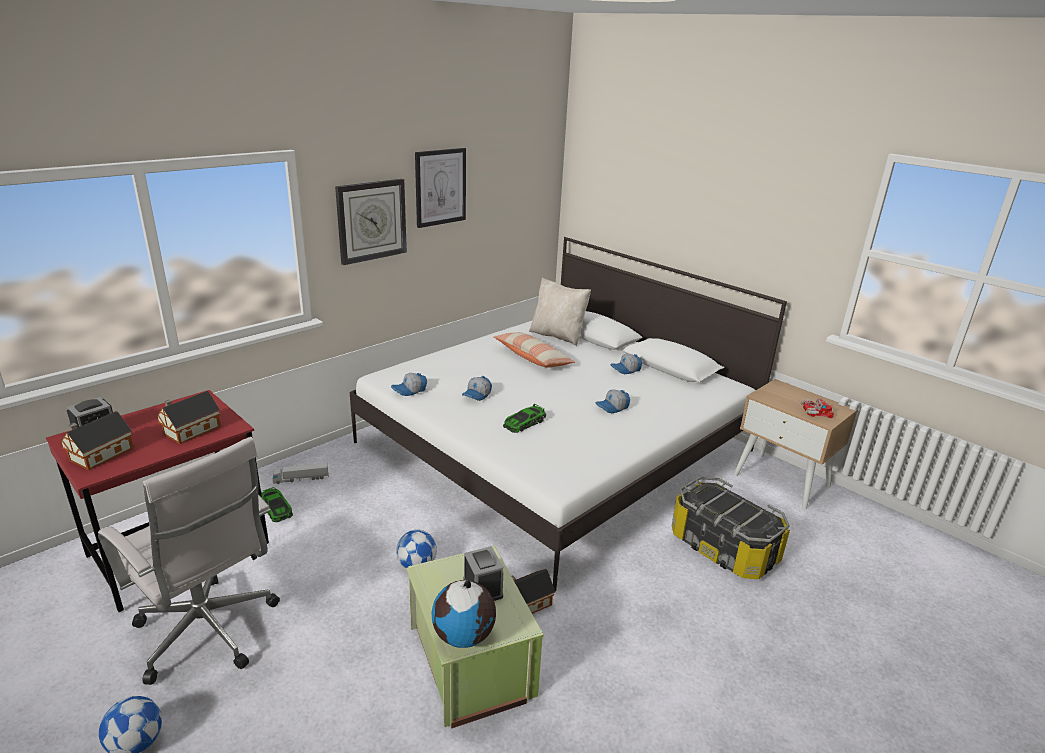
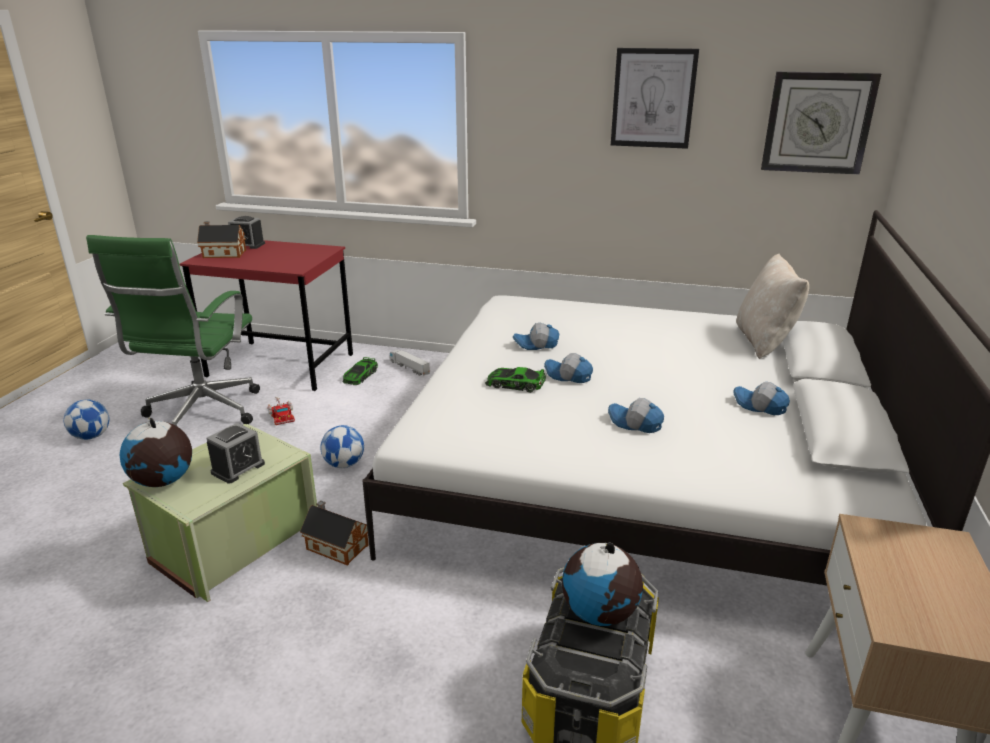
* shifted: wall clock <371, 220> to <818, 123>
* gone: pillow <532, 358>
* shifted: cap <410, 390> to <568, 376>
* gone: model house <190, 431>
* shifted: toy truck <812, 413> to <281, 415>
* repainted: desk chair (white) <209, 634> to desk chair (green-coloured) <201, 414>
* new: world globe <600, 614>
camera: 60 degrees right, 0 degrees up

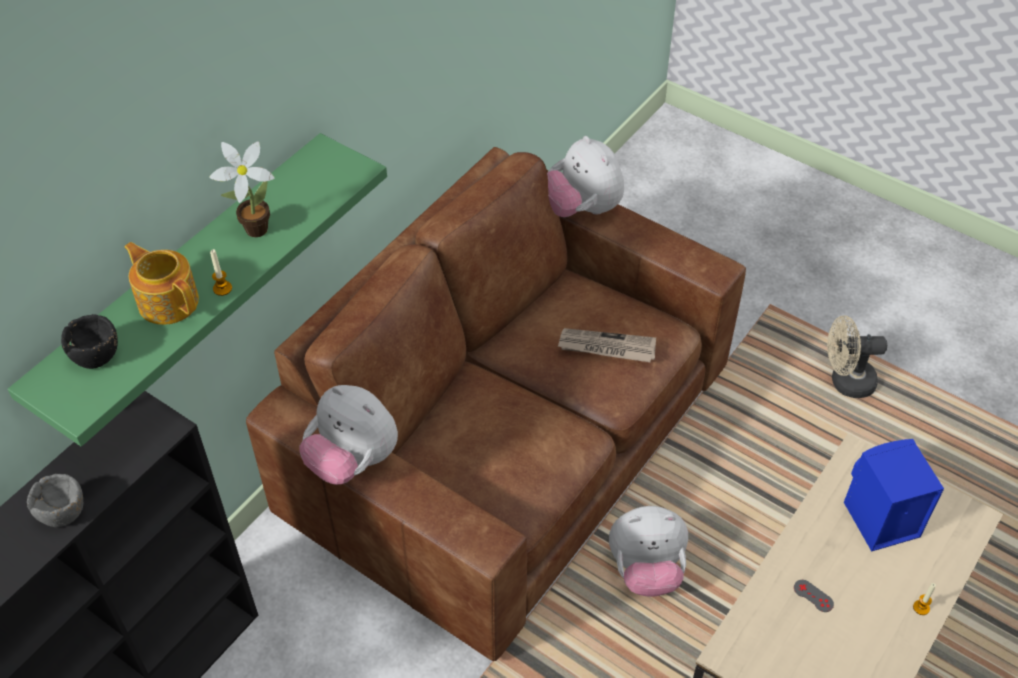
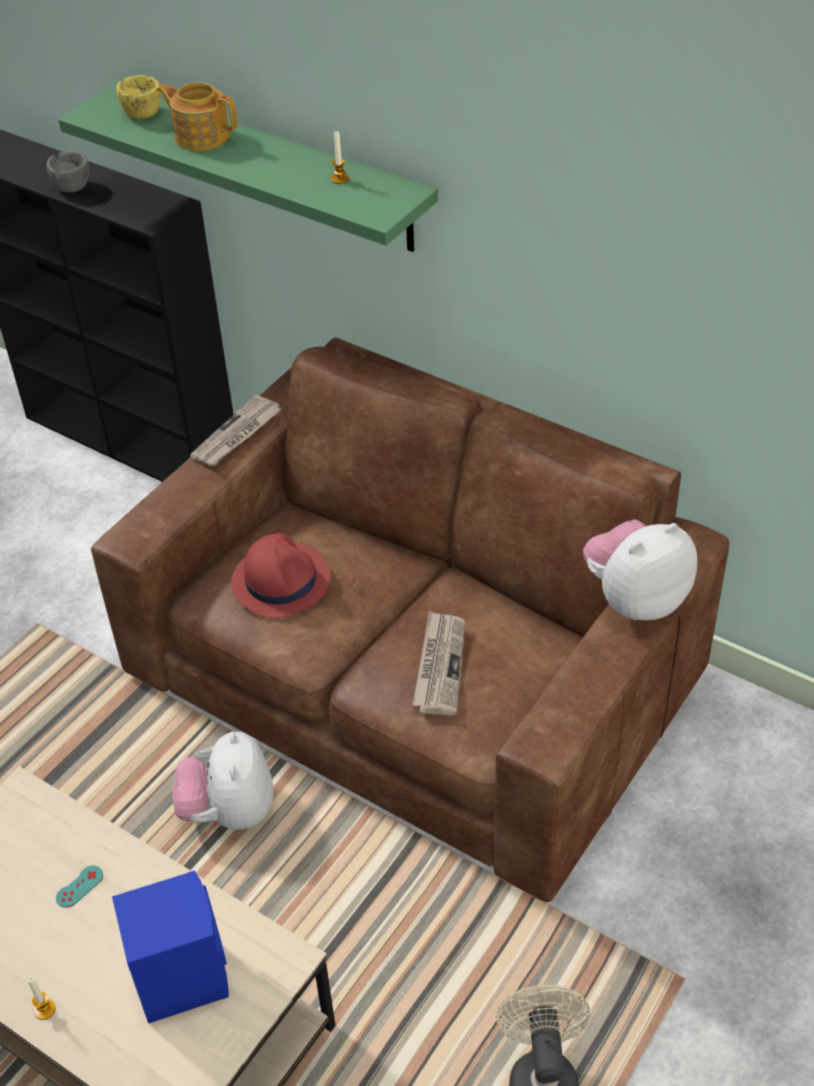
* gone: plant in a pot <252, 230>
* rotated: tea pot <168, 300> = <201, 136> 105 degrees counterclockwise
* shifted: candle <222, 288> to <340, 179>
* repainted: serving bowl (black-coloured) <96, 355> to serving bowl (yellowish) <142, 113>
* swapped: soft toy <352, 460> to printed paper <237, 435>
* repainted: game controller (grey) <813, 596> to game controller (blue-green) <79, 886>
* new: clothing hat (reddish) <281, 580>
camera: 90 degrees right, 5 degrees down

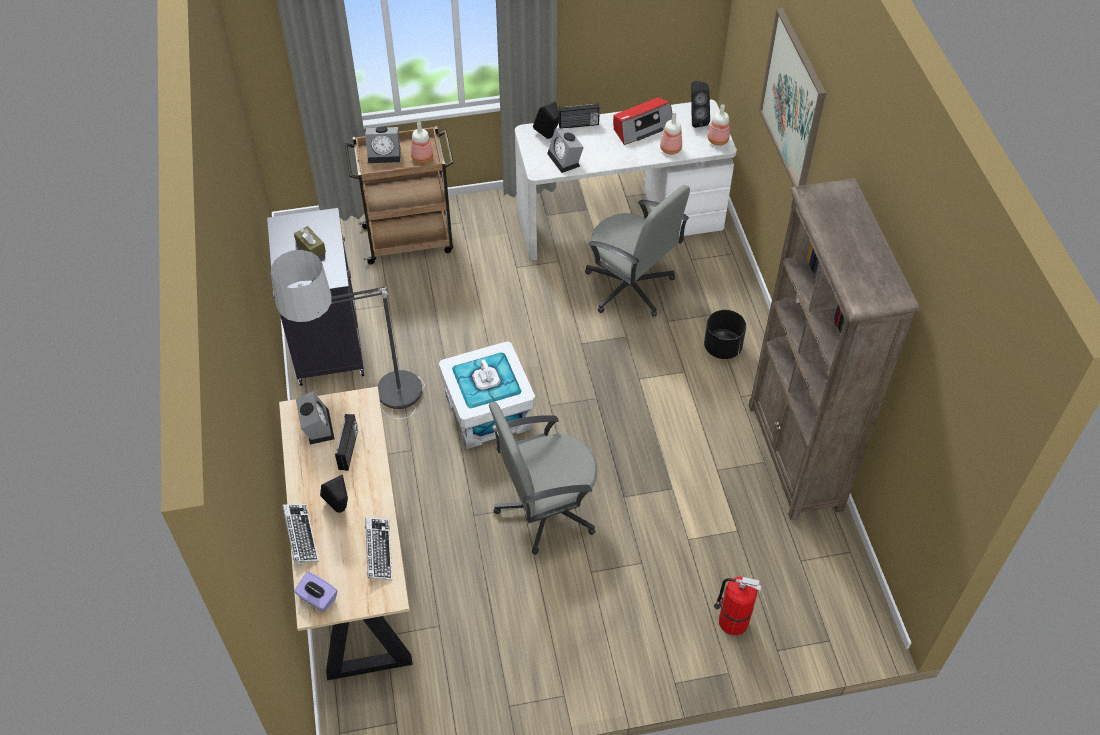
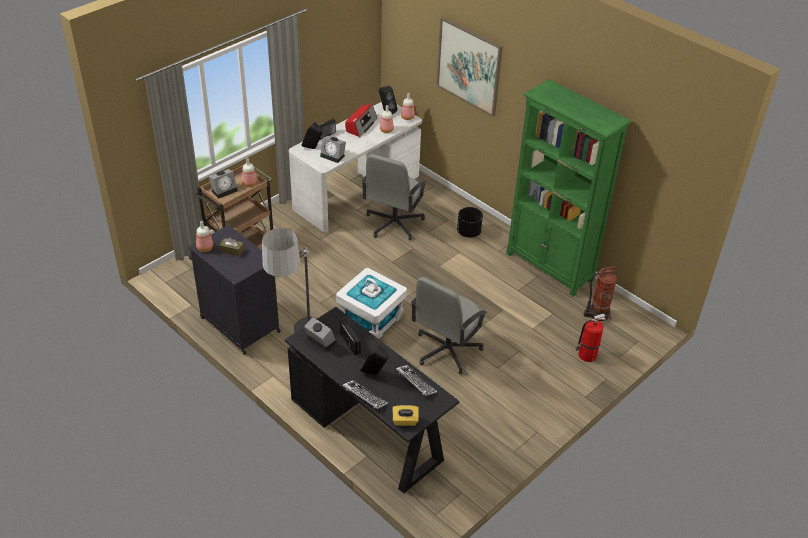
* repainted: shelving unit (brownish) <794, 457> to shelving unit (green-coloured) <550, 267>
* rotated: desk chair (grey) <630, 287> = <393, 224> 105 degrees clockwise
* repainted: desk unit (sand-coloured) <357, 569> to desk unit (black-coloured) <368, 430>
* repainted: tissue holder (purple-coloured) <317, 599> to tissue holder (yellowish) <405, 421>
* new: beverage bottle <205, 248>
* new: extinguisher <597, 314>
camera: 35 degrees left, 10 degrees down

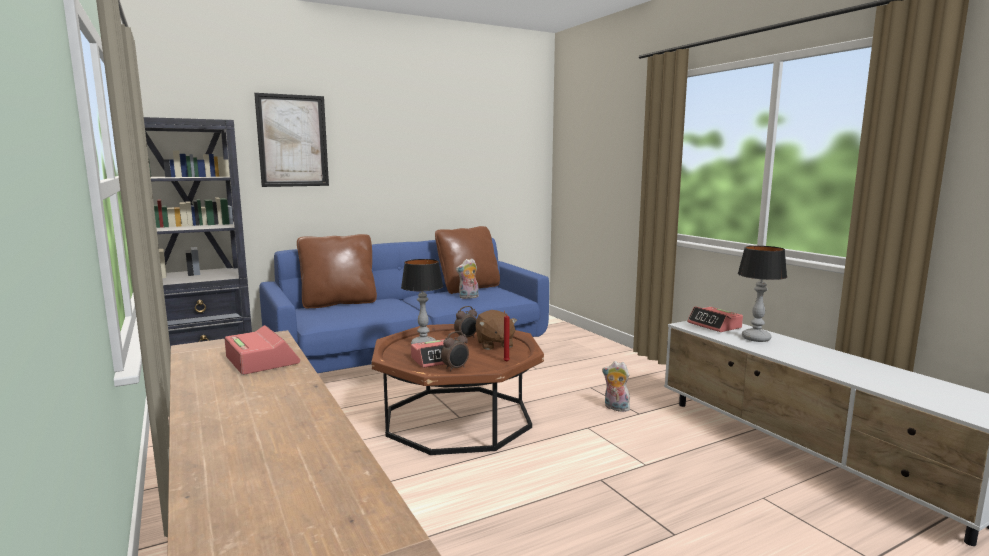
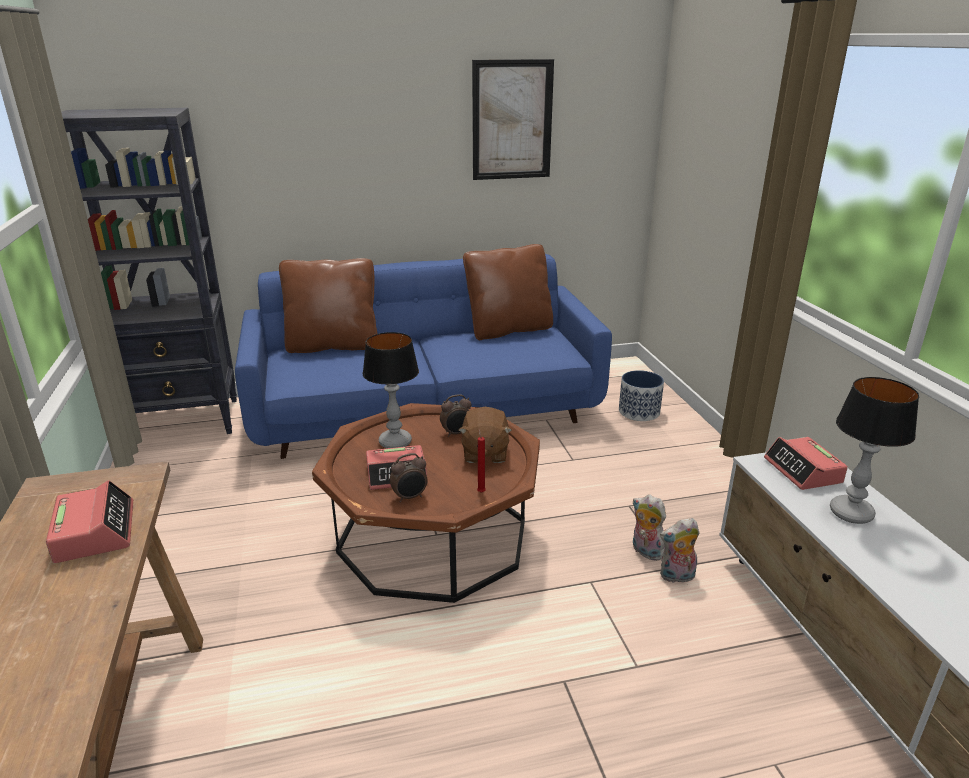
* shifted: wall art <292, 141> to <512, 120>
* shifted: soft toy <468, 297> to <676, 577>
* new: plant pot <638, 412>
camera: 15 degrees right, 15 degrees up

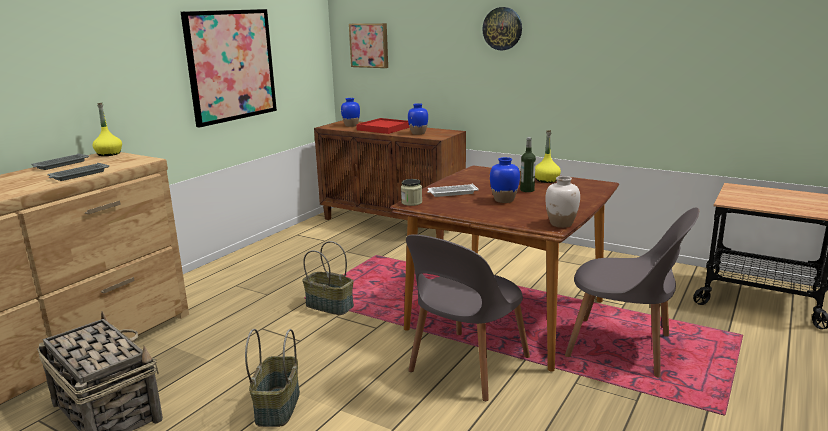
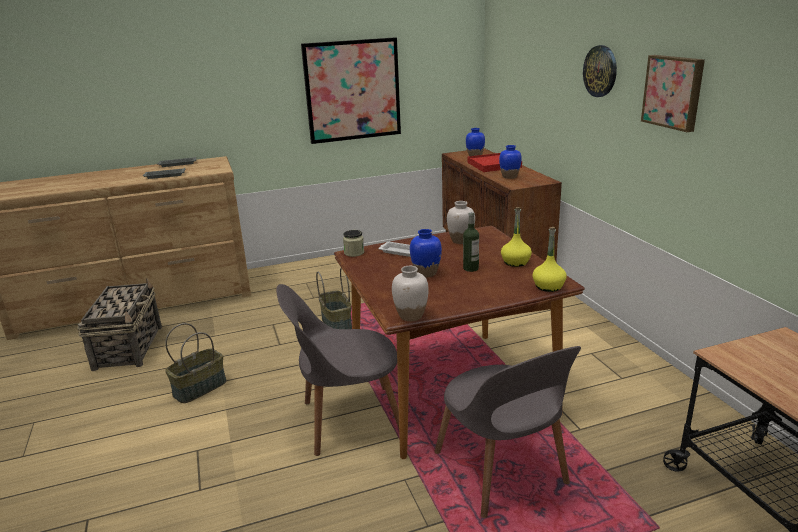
* shifted: wall art <369, 45> to <674, 92>
* shifted: beverage bottle (yellowish) <109, 154> to <548, 286>
* new: decorative vase (white) <461, 240>
camera: 40 degrees right, 5 degrees up

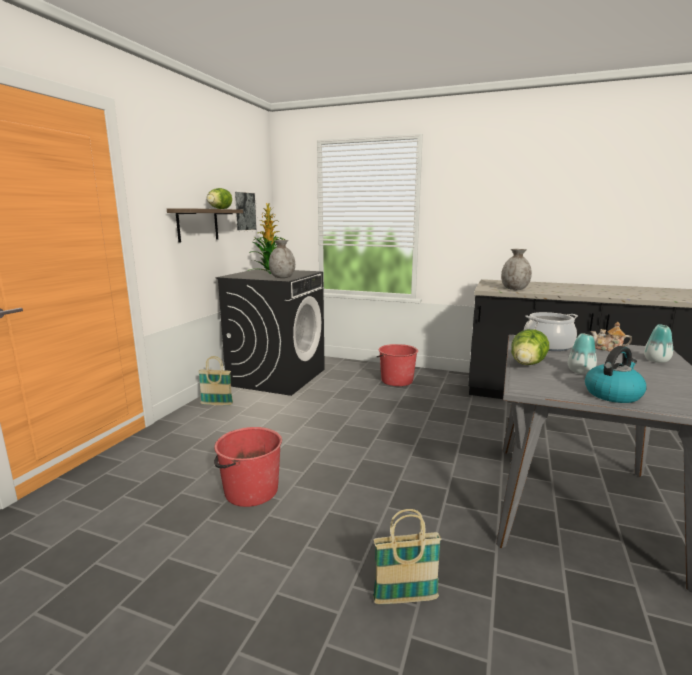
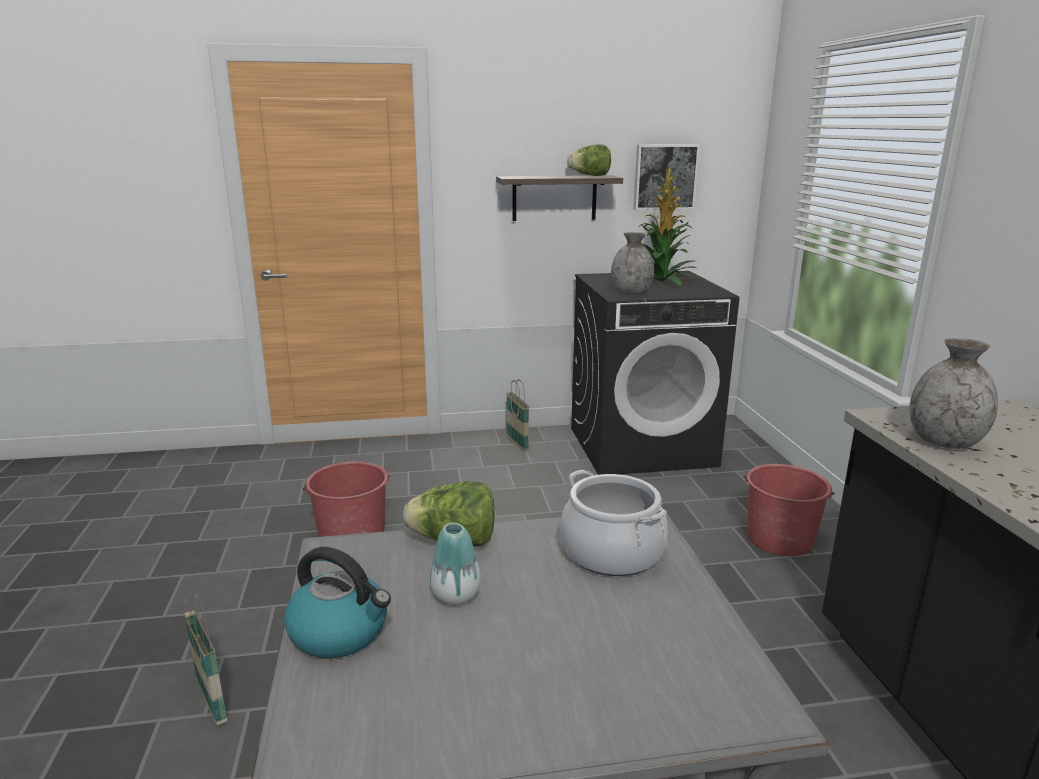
* gone: tea pot <608, 349>
* gone: decorative vase <656, 360>
camera: 60 degrees right, 5 degrees up

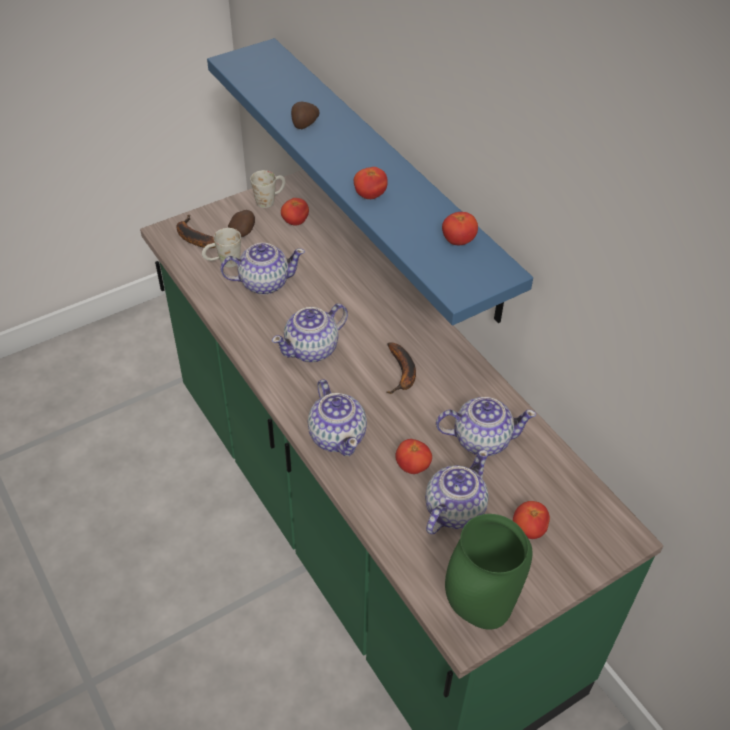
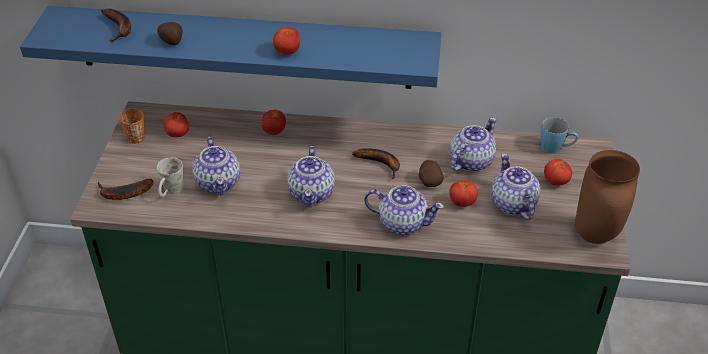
* repainted: coffee mug (white) <270, 199> to coffee mug (orangey) <137, 134>
* shifted: spud <243, 231> to <429, 181>
* shifted: whole tomato <458, 241> to <274, 131>
* rotated: tea pot <264, 282> = <218, 182> 135 degrees clockwise
* repainted: decorative vase (green-coloured) <478, 609> to decorative vase (brownish) <593, 236>
* new: banana fruit <120, 28>
* new: coffee mug (bluish) <556, 148>
camera: 50 degrees left, 5 degrees down

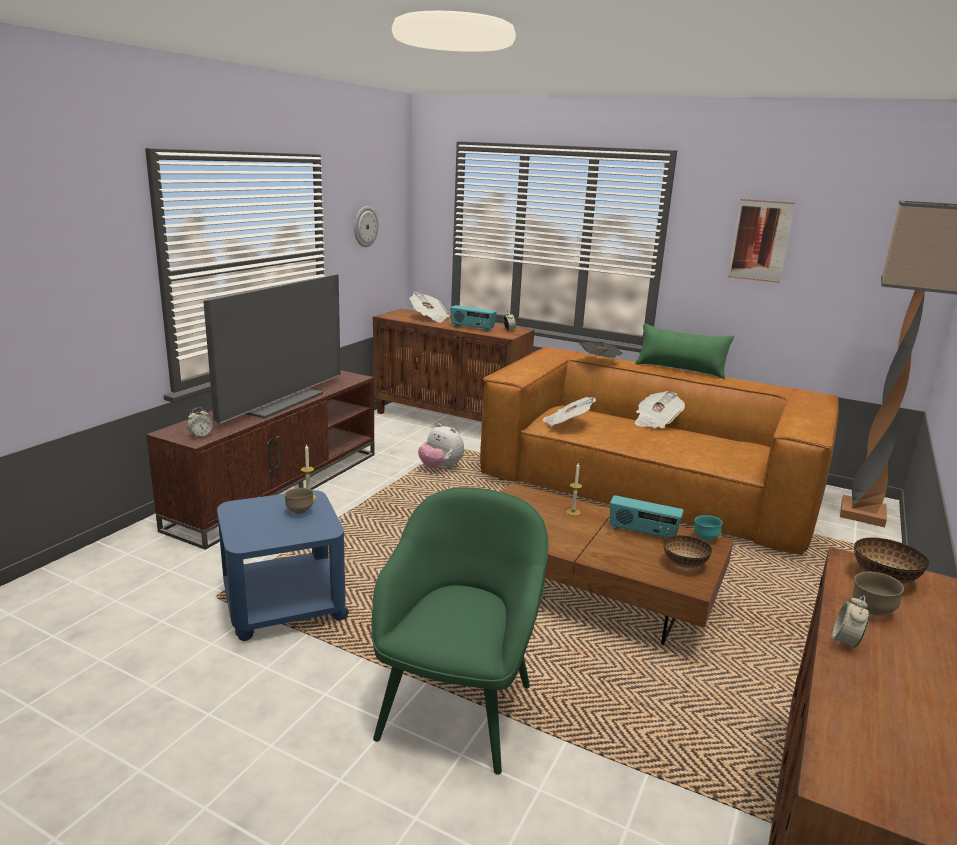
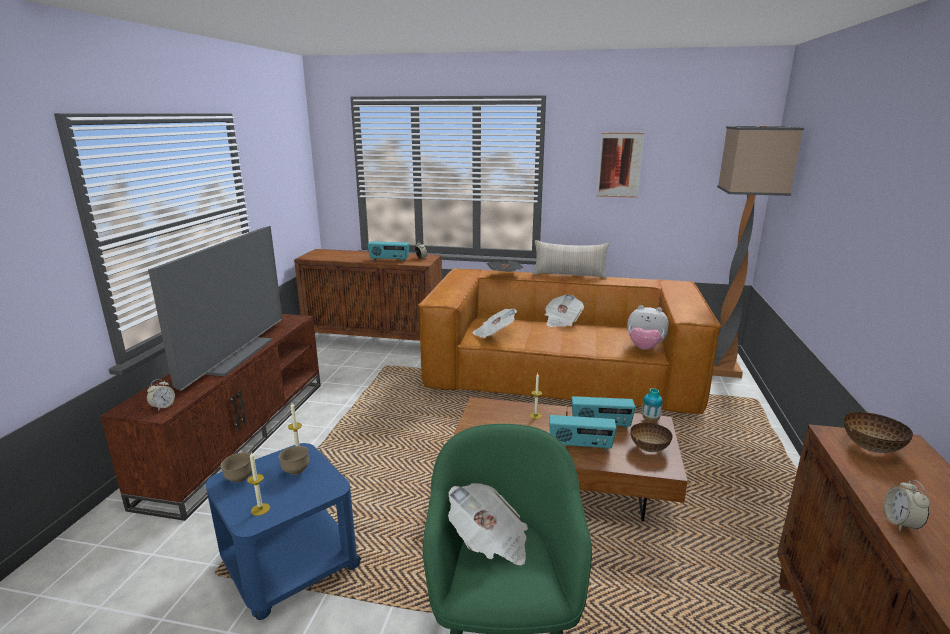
* gone: wall clock <365, 226>
* shifted: printed paper <429, 318> to <489, 541>
* repainted: pillow (green-coloured) <680, 370> to pillow (sand-coloured) <569, 275>
* shifted: soft toy <440, 468> to <644, 348>
* swapped: serving bowl (blue-green) <705, 538> to decorative vase <650, 420>
* shifted: serving bowl (brownish) <871, 611> to <239, 479>
* new: radio <580, 446>
* new: candle <260, 509>
camera: 15 degrees left, 0 degrees up

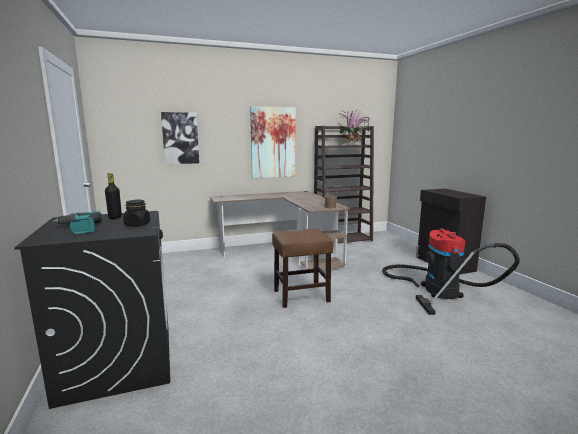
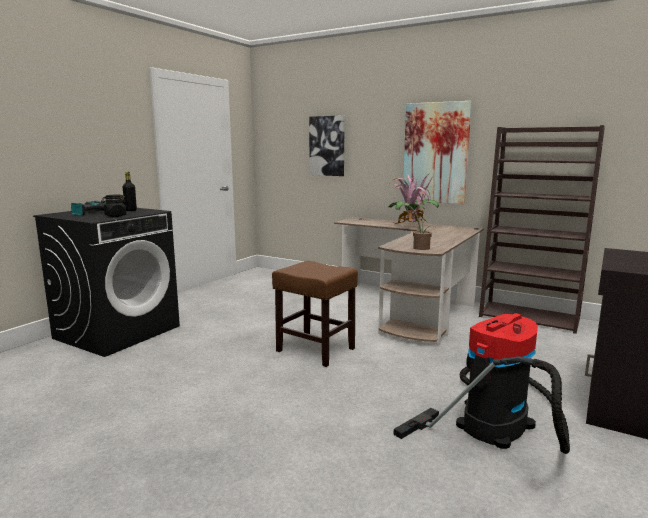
* shifted: plant in a pot <353, 145> to <412, 227>
camera: 50 degrees right, 0 degrees up

